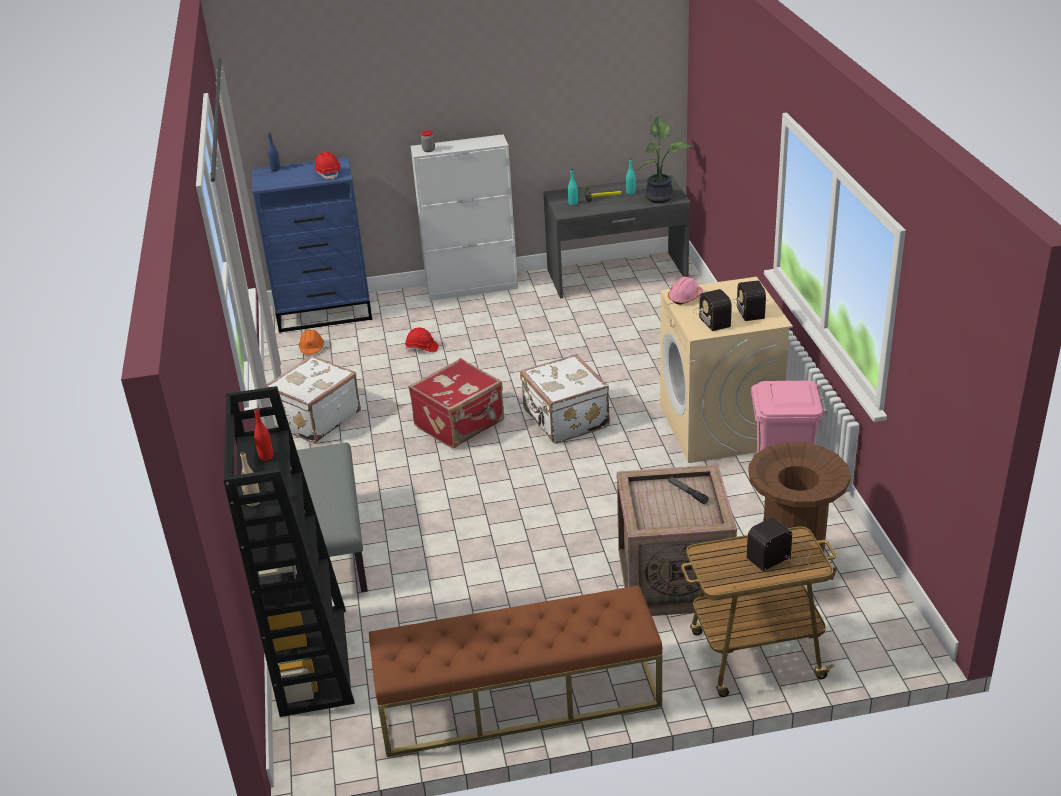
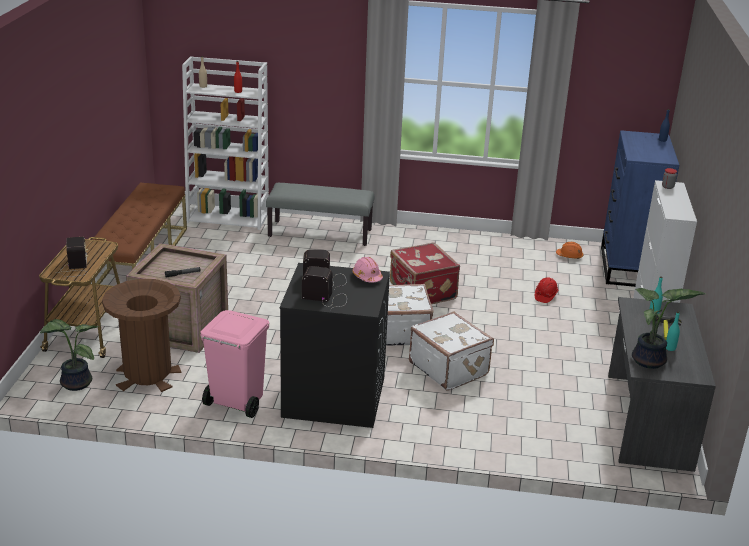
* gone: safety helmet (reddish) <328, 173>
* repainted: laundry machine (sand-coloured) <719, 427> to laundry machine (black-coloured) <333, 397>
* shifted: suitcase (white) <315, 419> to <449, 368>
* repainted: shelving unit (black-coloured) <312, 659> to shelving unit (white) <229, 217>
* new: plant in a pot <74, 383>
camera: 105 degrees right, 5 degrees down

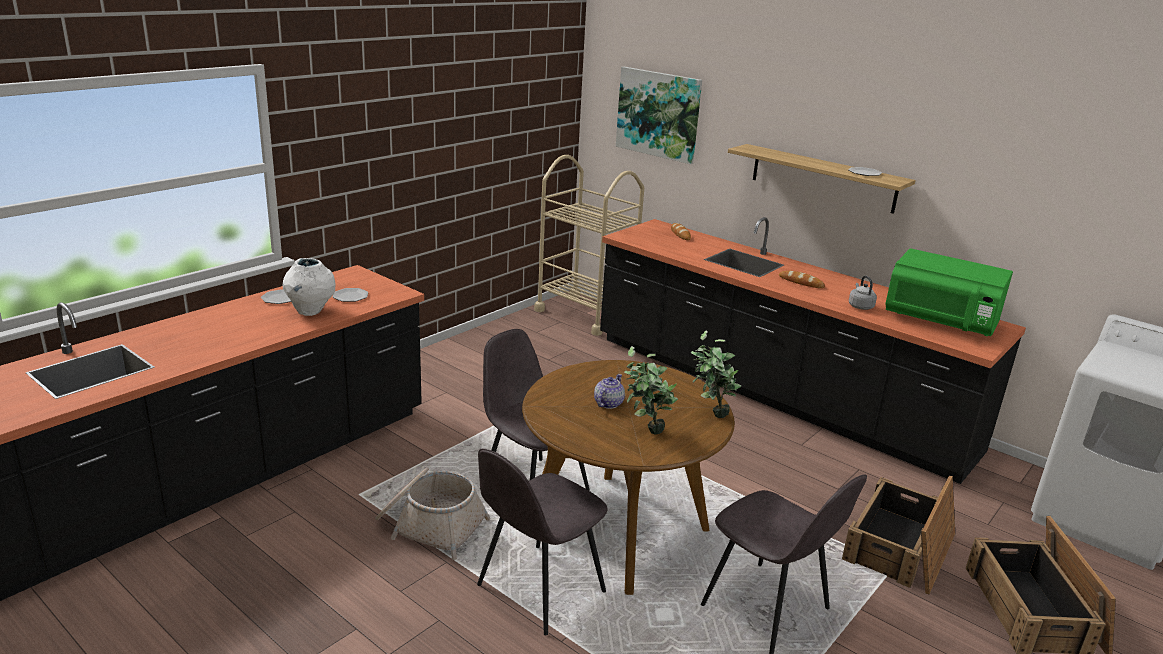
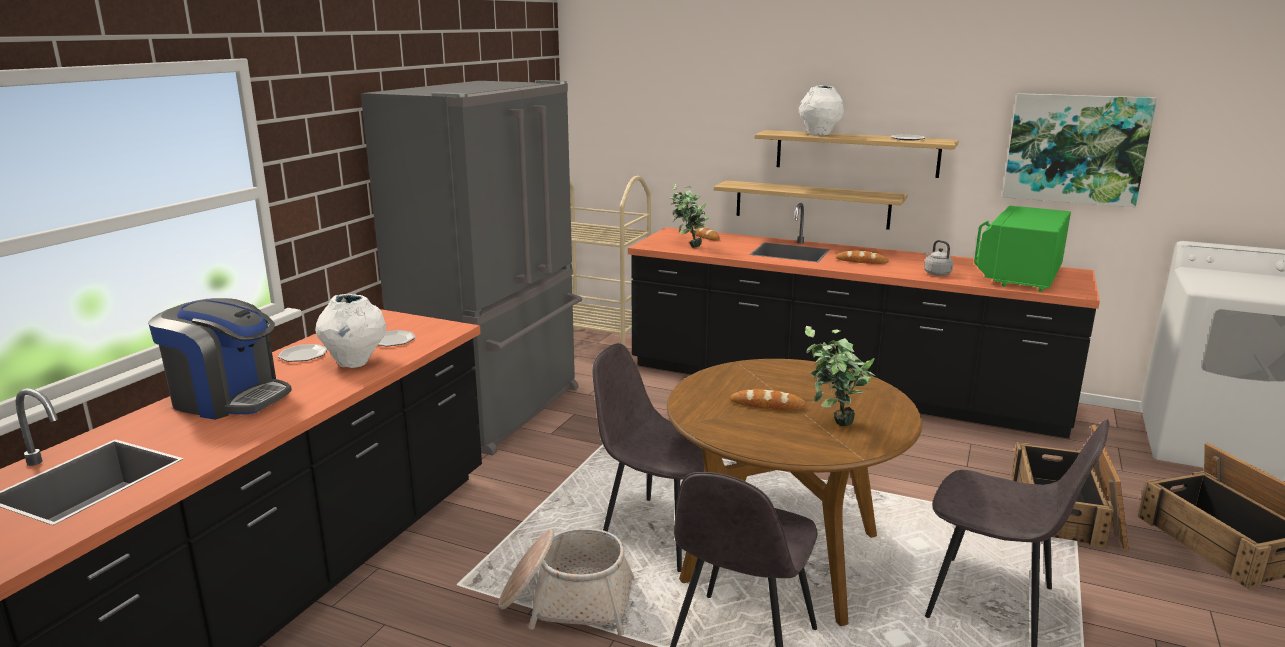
* shifted: wall art <658, 114> to <1075, 149>
* rotated: microwave oven (green-coloured) <940, 321> = <1019, 275> 105 degrees clockwise
* shifted: plant in a pot <710, 414> to <687, 247>
* swapped: tea pot <608, 403> to bakery bread <767, 405>
* new: fridge (grey) <497, 410>
* new: decorative vase (white) <819, 134>
* new: shelf <811, 204>
* new: coffee maker <229, 398>
camera: 15 degrees left, 5 degrees down

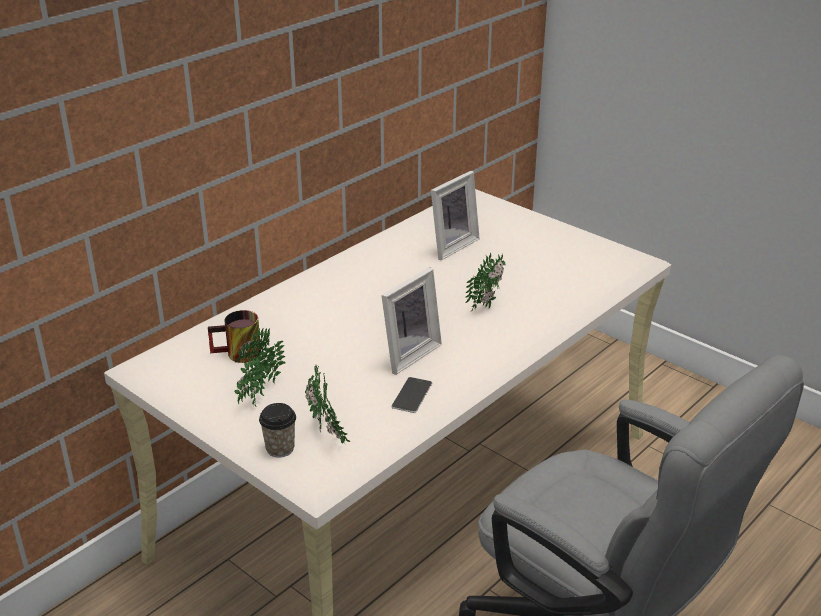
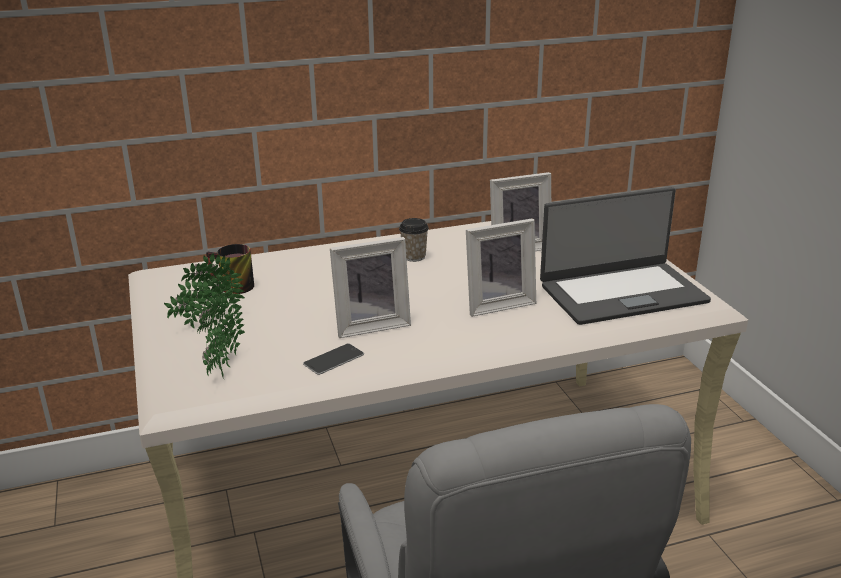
* swapped: plant in a pot <488, 303> to picture frame <497, 303>
* shifted: drinking cup <280, 448> to <414, 257>
* new: portable computer <621, 293>
camera: 30 degrees right, 5 degrees down

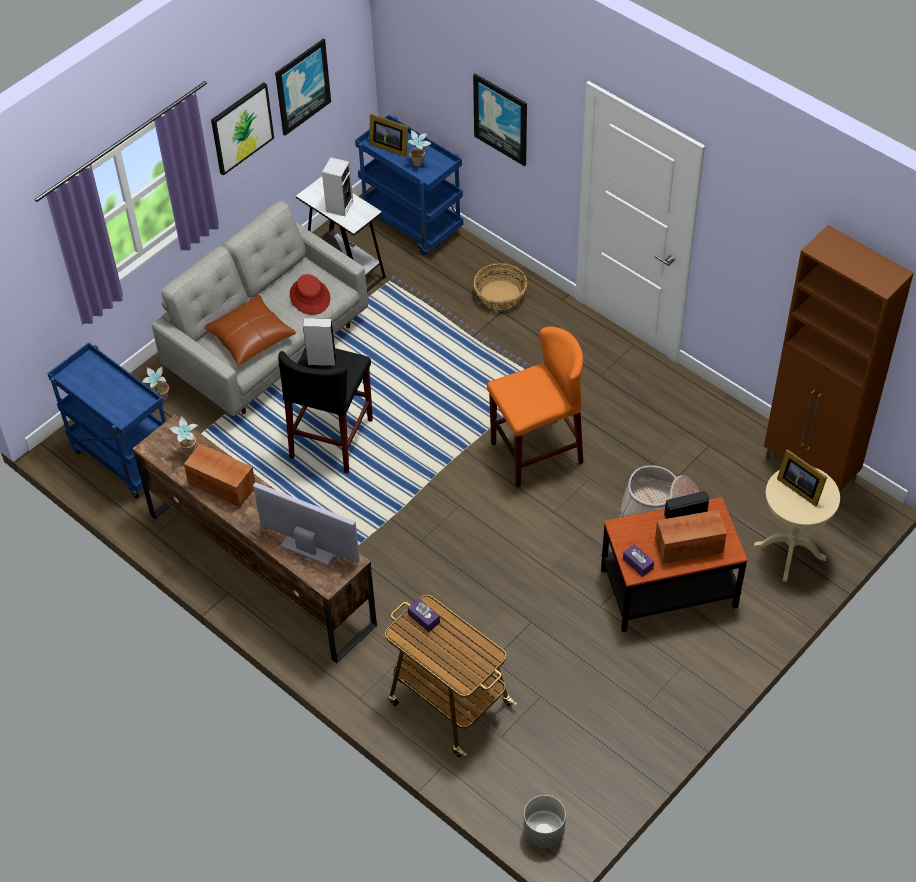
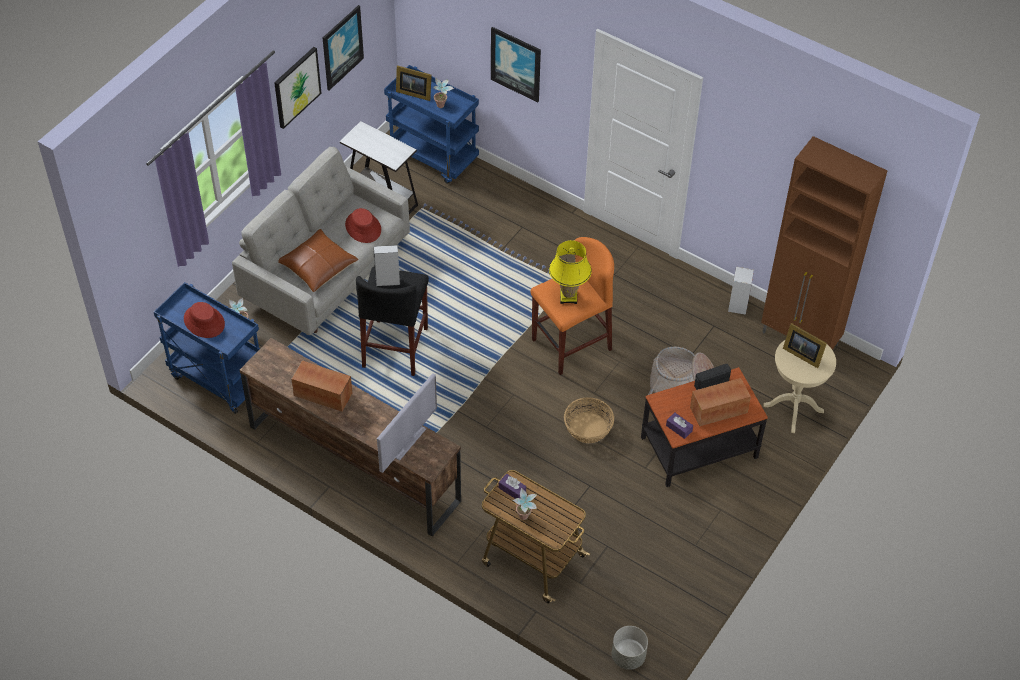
* shifted: loudspeaker <339, 205> to <737, 304>
* shifted: household basket <500, 295> to <588, 428>
* shifted: plant in a pot <189, 453> to <524, 519>
* rotated: TV set <308, 548> = <406, 440> 105 degrees clockwise
* new: lamp for a table (yellowish) <568, 297>
* new: clothing hat (reddish) <204, 321>
camera: 10 degrees left, 0 degrees up

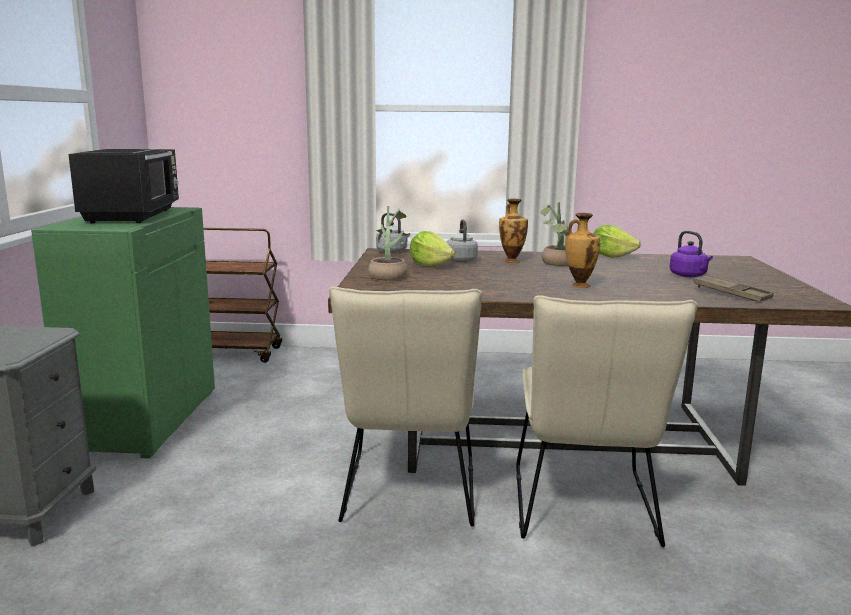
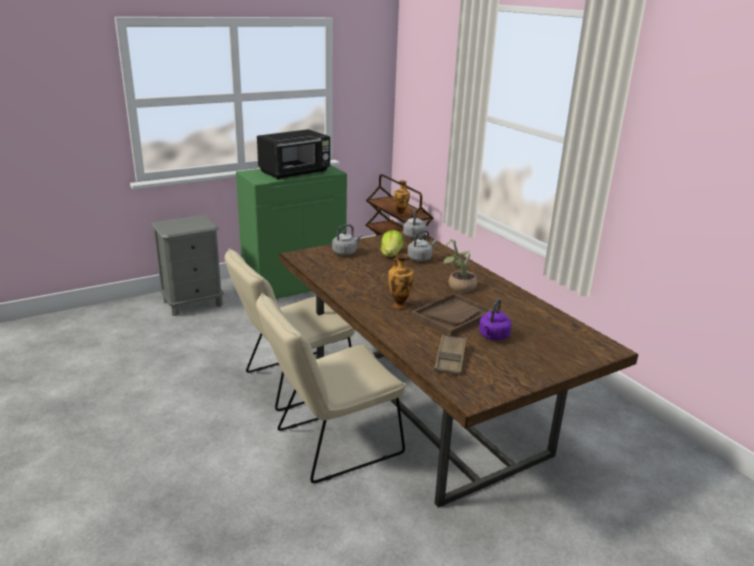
* shifted: decorative vase <511, 261> to <401, 214>
* swapped: plant in a pot <388, 276> to kettle (grey) <345, 252>
* gone: lettuce <611, 256>
* new: serving tray (brownish) <452, 316>
camera: 55 degrees right, 10 degrees up

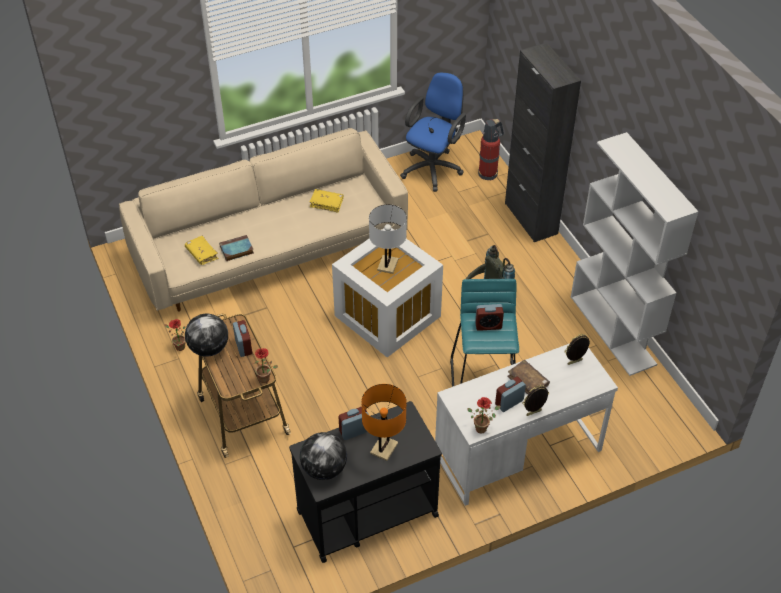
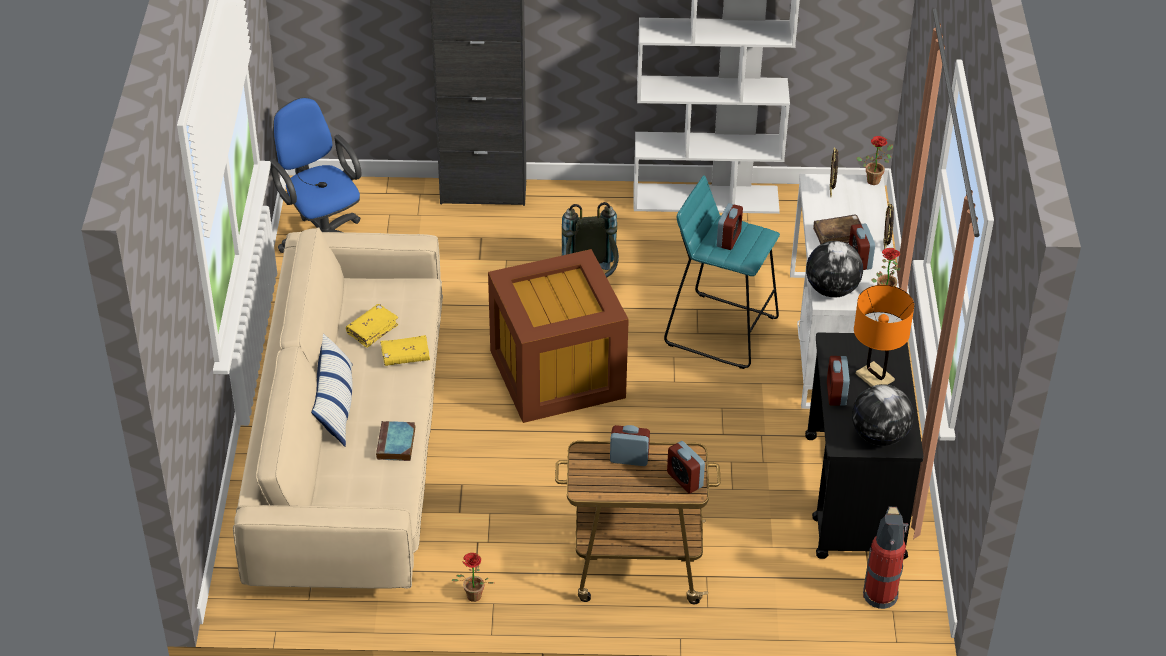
* shifted: extinguisher <488, 173> to <880, 594>
* gone: lamp for a table (white) <387, 265>
* repainted: storage box (white) <385, 316> to storage box (brownish) <556, 375>
* shifted: volume (yellowish) <201, 254> to <405, 356>
* shifted: world globe <209, 348> to <832, 289>
* shifted: plant in a pot <266, 379> to <874, 179>
* new: pillow <335, 405>
* new: bedside clock <685, 480>
camera: 65 degrees left, 5 degrees down

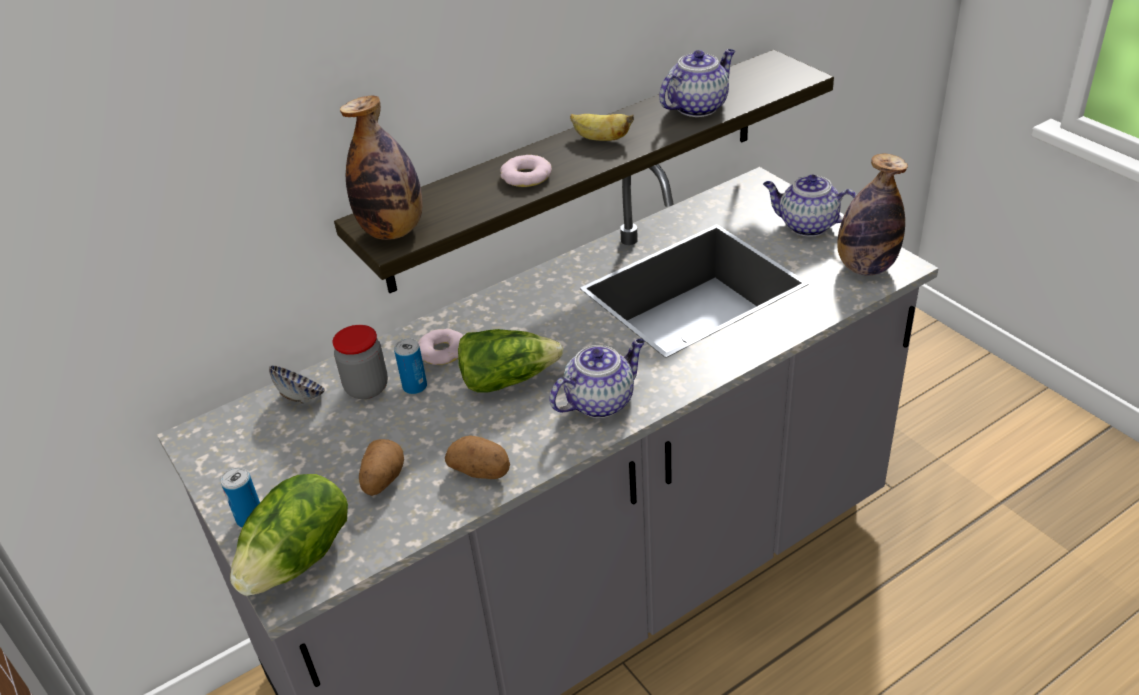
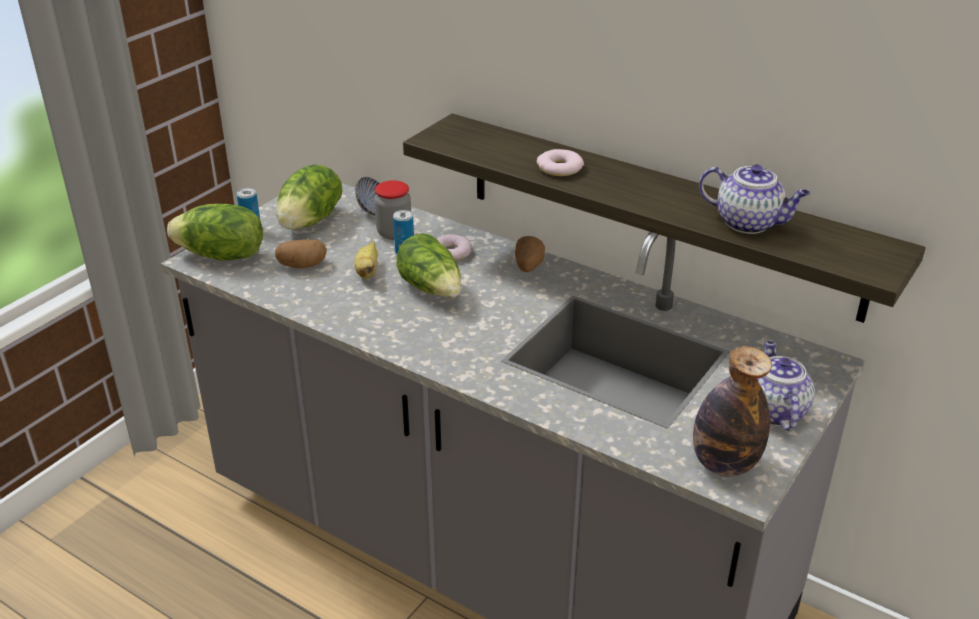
* gone: beverage bottle <393, 231>
* shifted: banana fruit <600, 139> to <367, 271>
* gone: tea pot <600, 401>
* shifted: spud <481, 471> to <528, 266>
* new: lettuce <311, 220>
camera: 65 degrees right, 5 degrees down

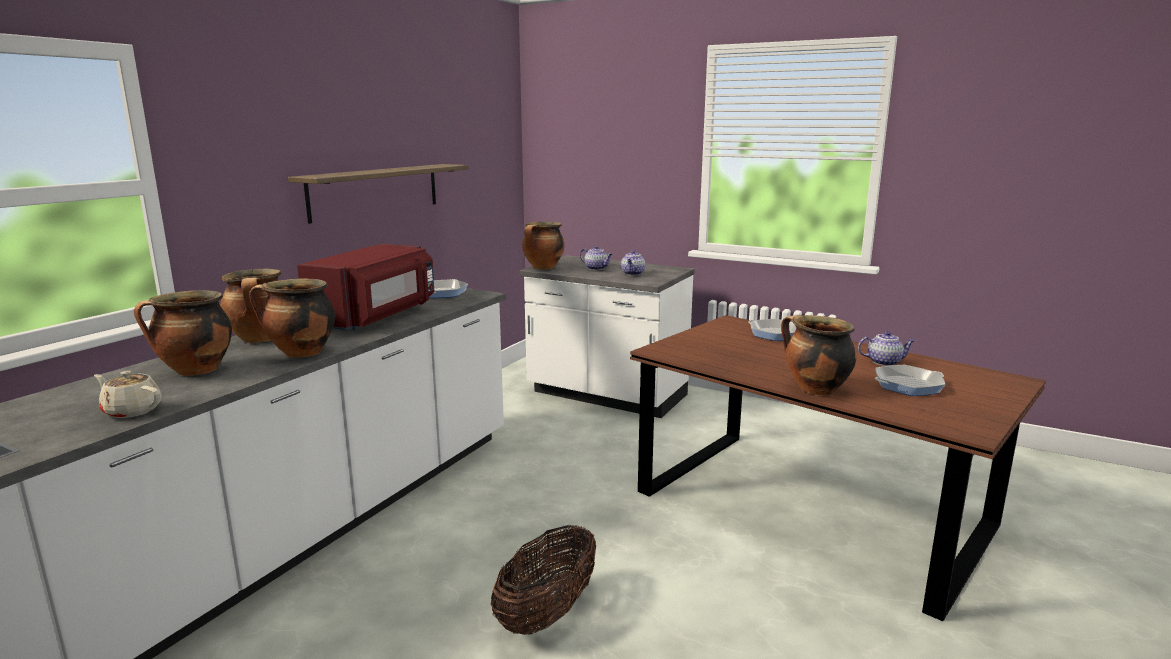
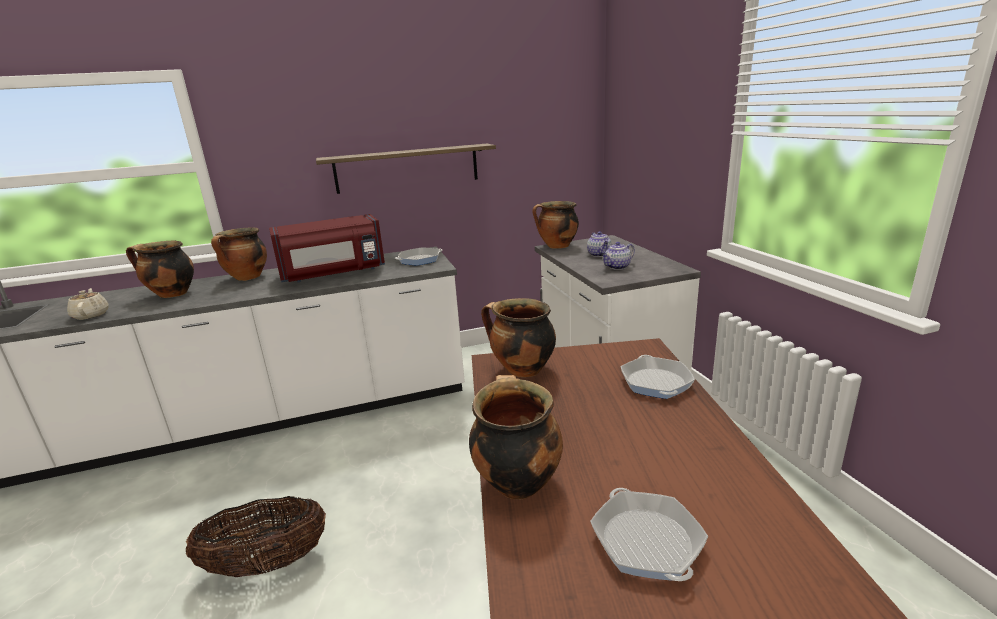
* shifted: stockpot <300, 353> to <521, 370>
* gone: tea pot <884, 362>
* rotated: pan <908, 385> = <646, 541> 45 degrees clockwise
camera: 45 degrees right, 5 degrees up

